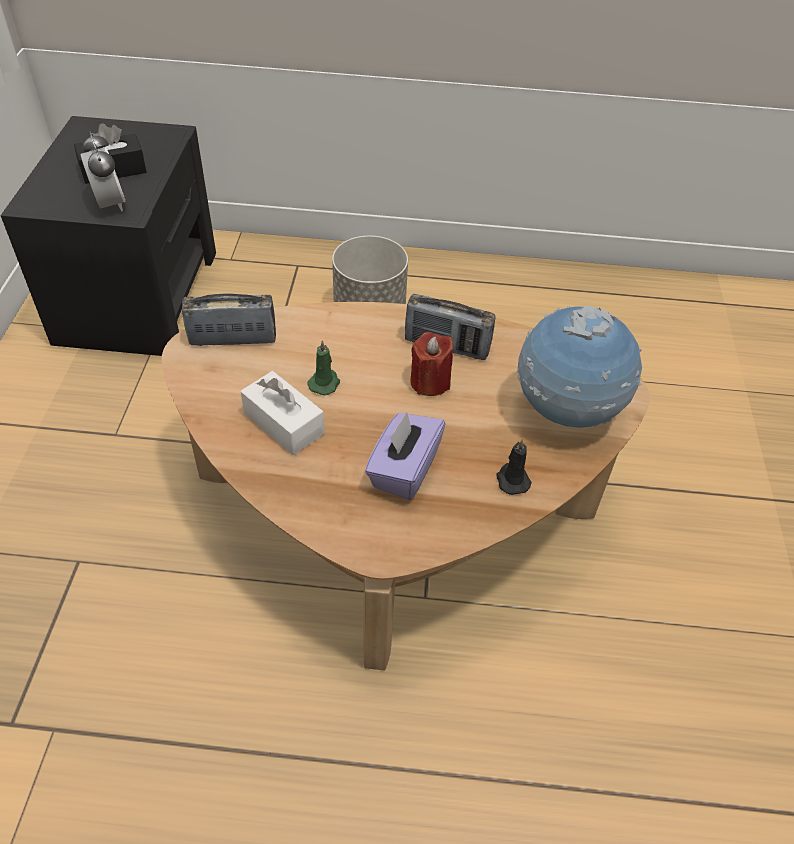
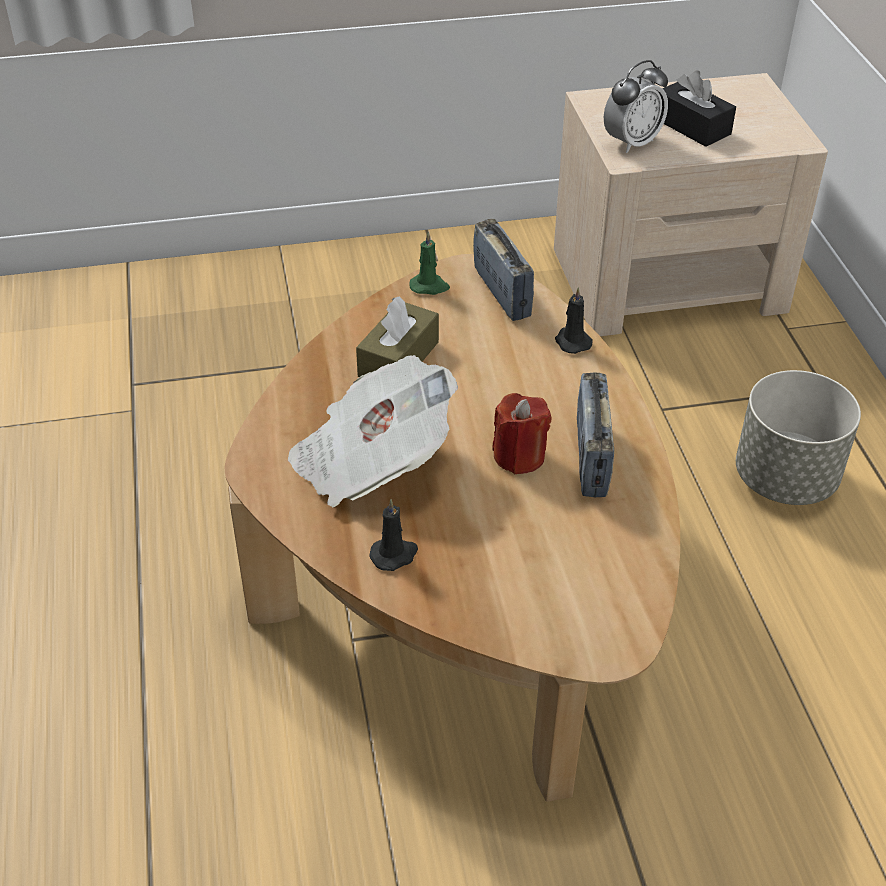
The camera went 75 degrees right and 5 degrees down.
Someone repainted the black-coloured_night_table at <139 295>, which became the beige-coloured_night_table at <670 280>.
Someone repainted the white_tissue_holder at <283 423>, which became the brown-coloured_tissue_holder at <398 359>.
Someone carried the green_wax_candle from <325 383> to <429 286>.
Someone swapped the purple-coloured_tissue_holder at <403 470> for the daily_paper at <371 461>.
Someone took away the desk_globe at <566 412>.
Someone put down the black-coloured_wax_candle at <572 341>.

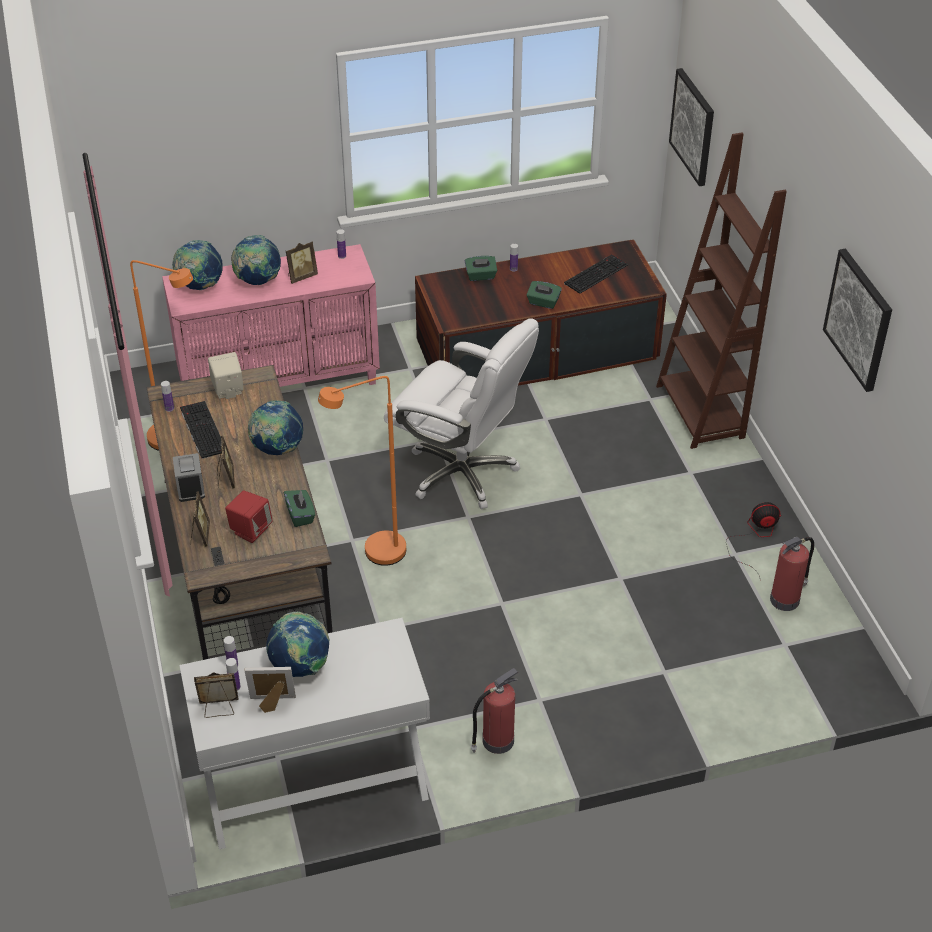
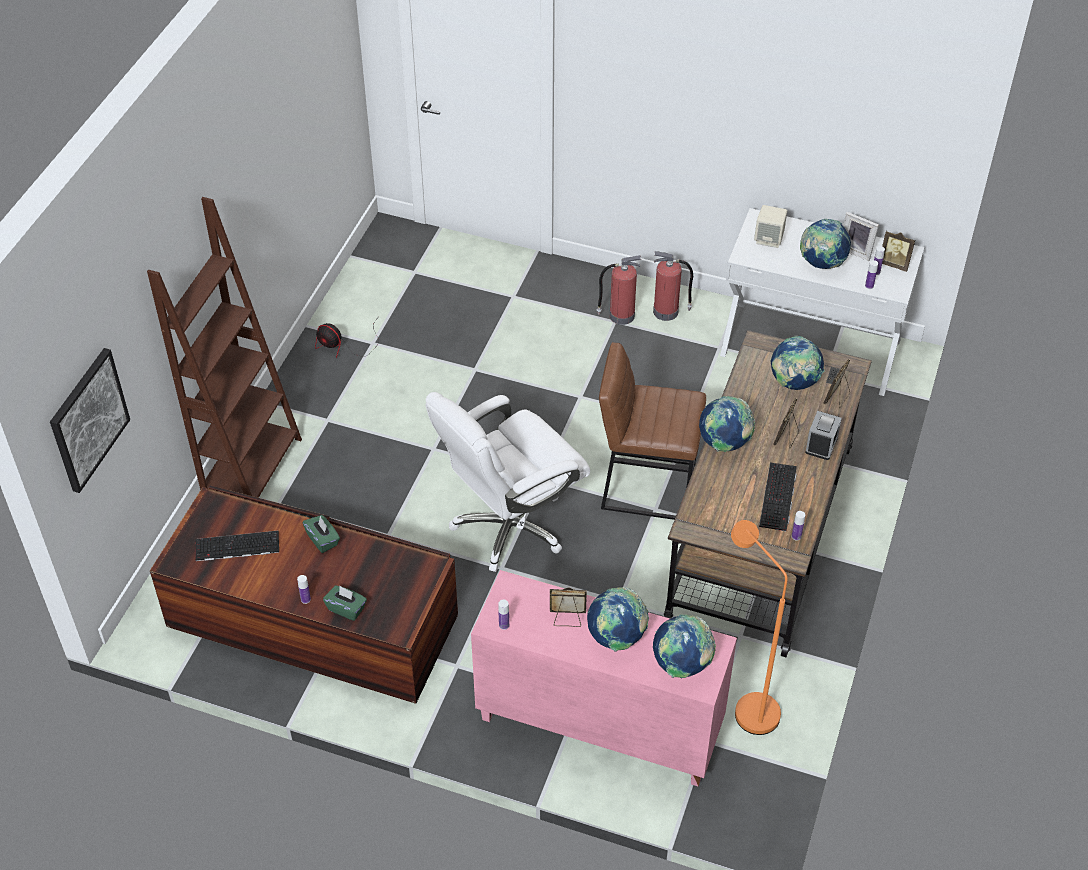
The camera went 145 degrees left and 5 degrees up.
Someone carried the beige-coloured_audio_speaker from <228 390> to <769 239>.
Someone swapped the red_audio_speaker at <251 530> for the desk_globe at <793 383>.
Someone took away the green_tissue_holder at <300 515>.
Someone swapped the orange_standing_lamp at <375 555> for the brown-coloured_upright_chair at <646 485>.
Someone rotated the white_computer_chair at <459 471> by 105 degrees counterclockwise.
Someone carried the fire_extinguisher from <786 599> to <620 315>.
Someone took away the wall_art at <859 319>.

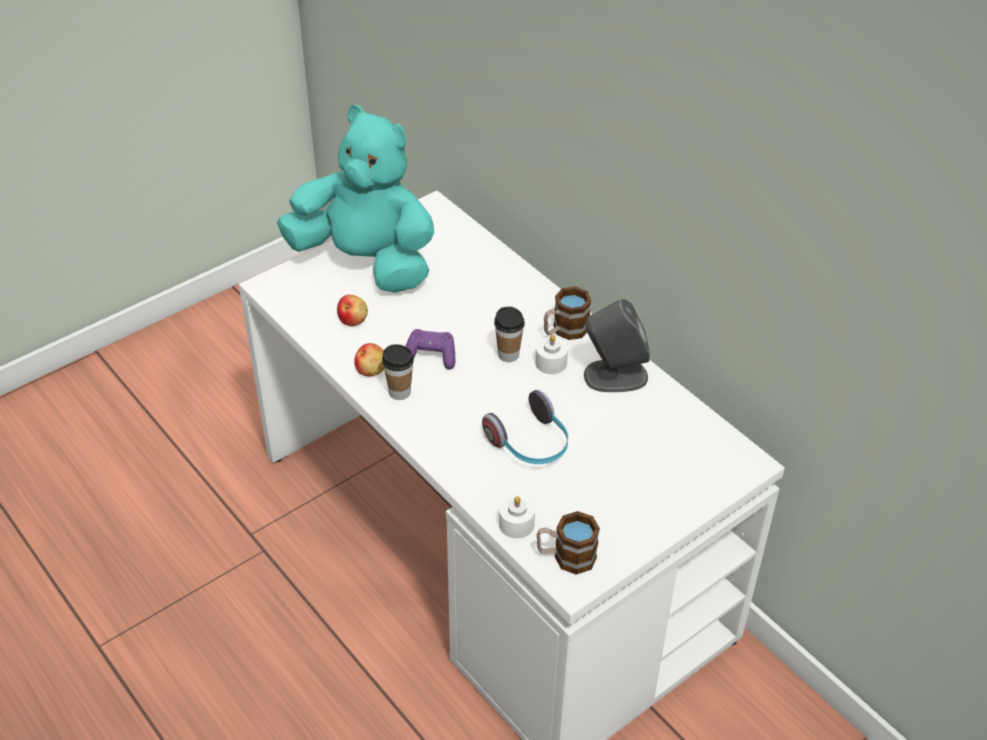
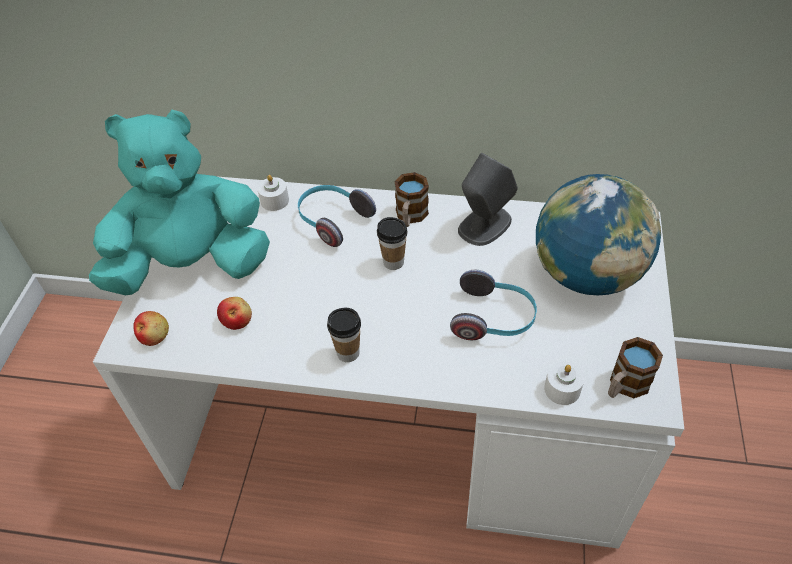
The camera went 40 degrees left and 5 degrees up.
Someone carried the apple_fruit from <371 370> to <155 336>.
Someone took away the purple-coloured_game_controller at <430 356>.
Someone carried the white_wax_candle from <551 363> to <274 200>.
Someone put down the headphones at <332 220>.
Someone put down the desk_globe at <586 274>.

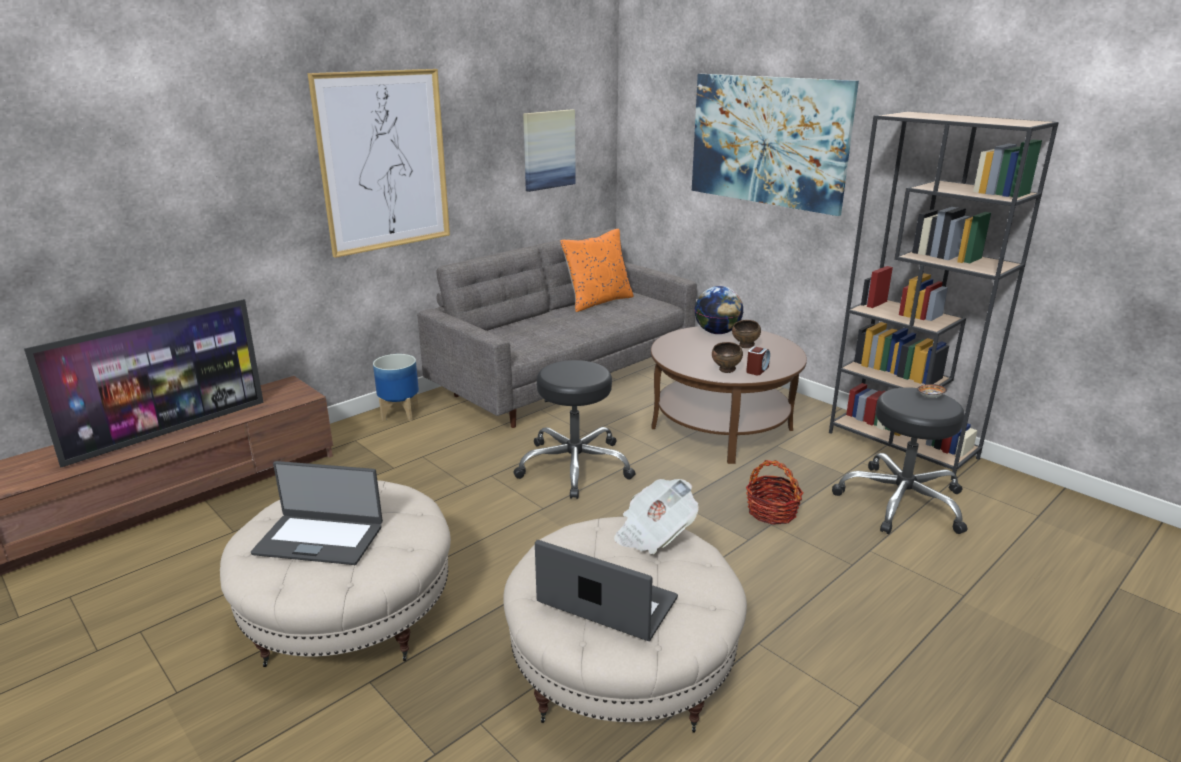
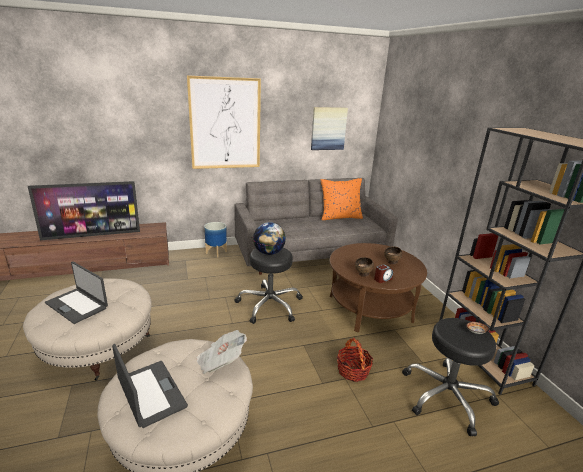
The camera went 25 degrees right and 0 degrees up.
Someone took away the wall_art at <767 141>.
Someone carried the desk_globe from <717 332> to <269 253>.

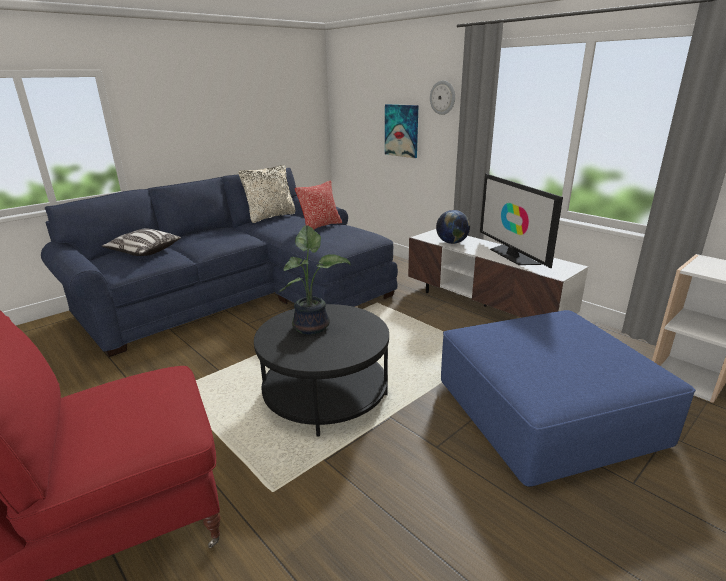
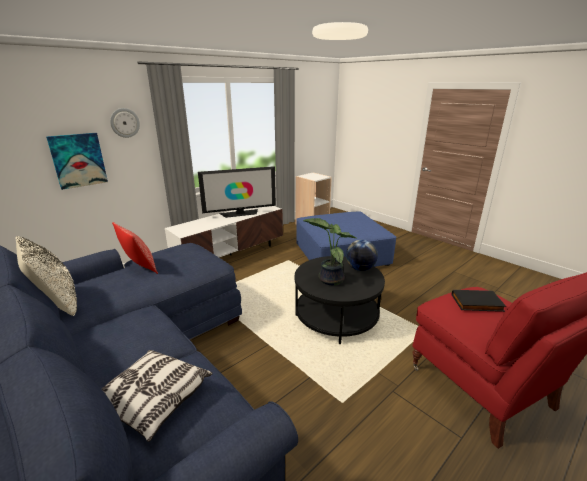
The camera went 90 degrees left and 0 degrees up.
Someone carried the desk_globe from <451 242> to <360 269>.
Someone put down the black-coloured_volume at <477 303>.

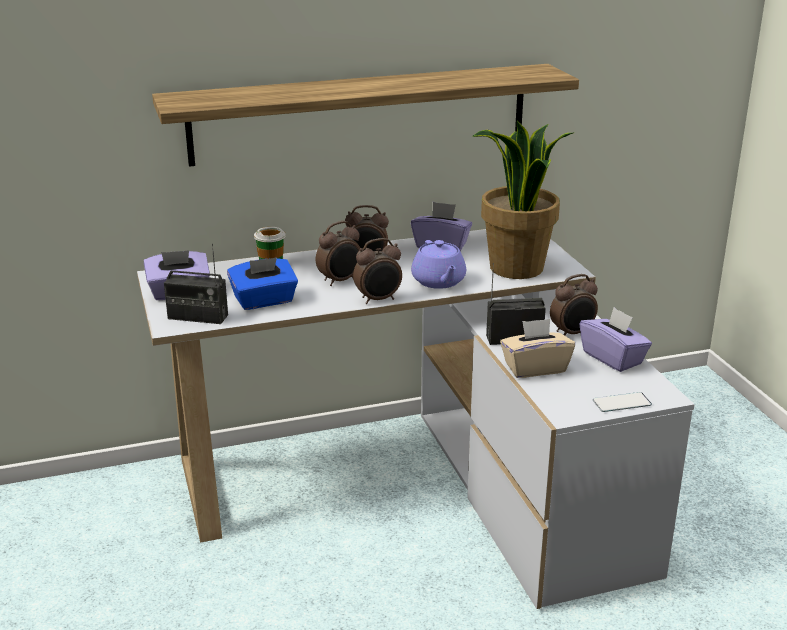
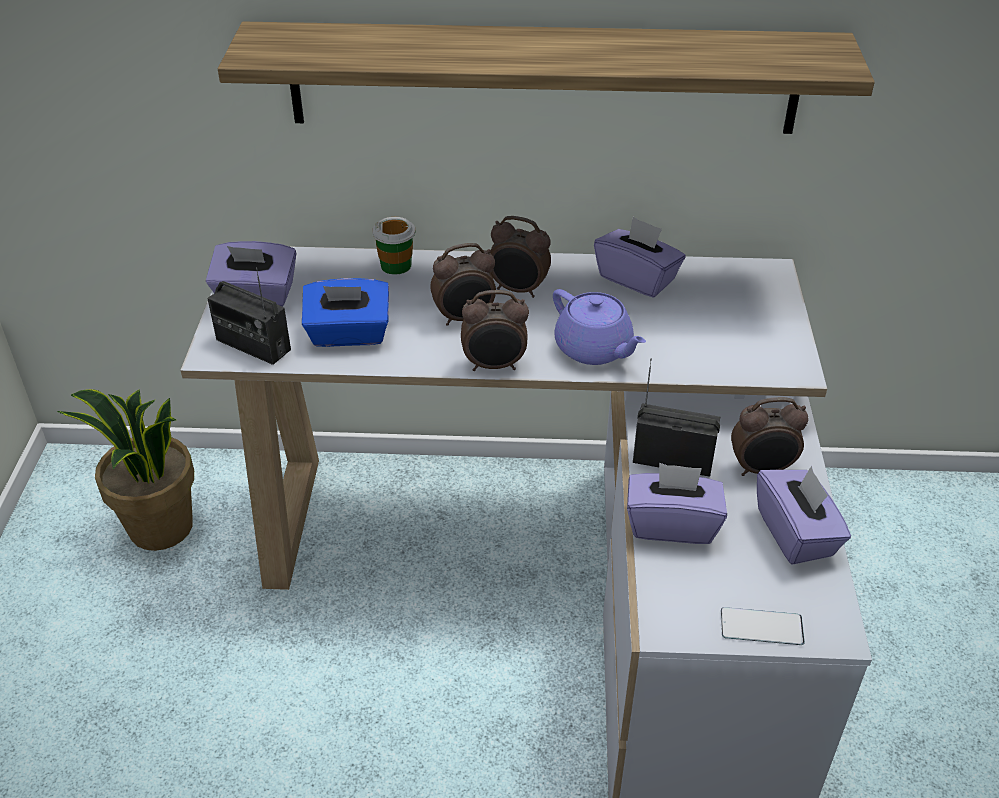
The camera went 20 degrees right and 15 degrees up.
Someone rotated the purple-coloured_pot_for_tea at <439 282> by 45 degrees counterclockwise.
Someone carried the potted_plant from <516 269> to <160 528>.
Someone repainted the beige-coloured_tissue_holder at <535 368>, which became the purple-coloured_tissue_holder at <672 524>.

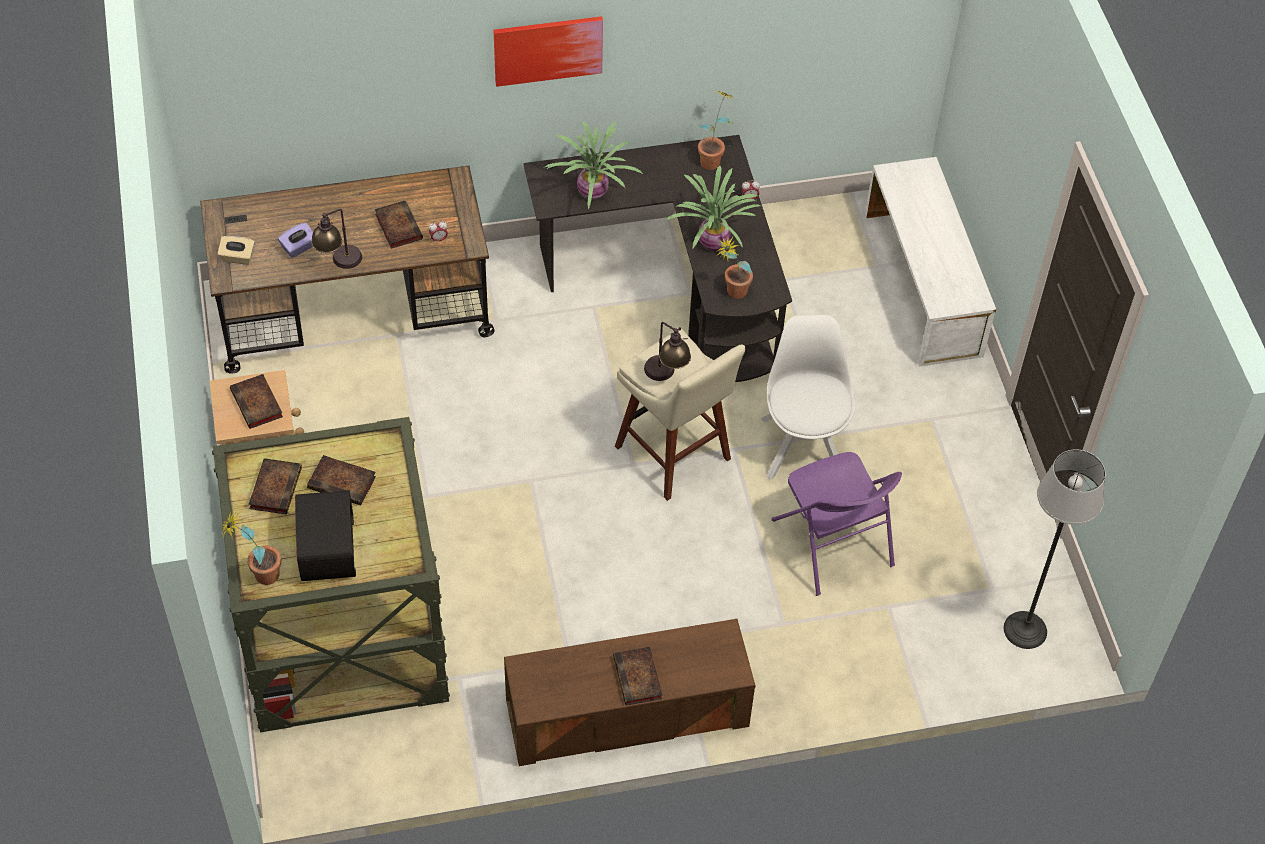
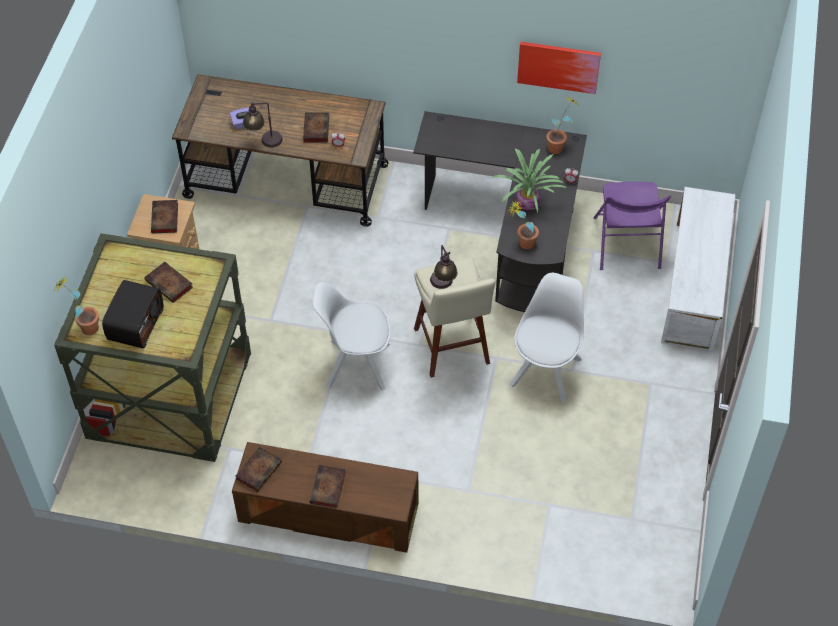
The camera went 25 degrees right and 0 degrees up.
Someone took away the beige-coloured_tissue_holder at <237 257>.
Someone carried the volume from <275 487> to <259 470>.
Someone carried the wall_art from <548 49> to <558 66>.
Someone took away the potted_plant at <591 193>.
Someone carried the purple-coloured_upright_chair from <832 543> to <626 243>.
Someone took away the standing_lamp at <1025 630>.
Someone put down the white_upright_chair at <356 364>.

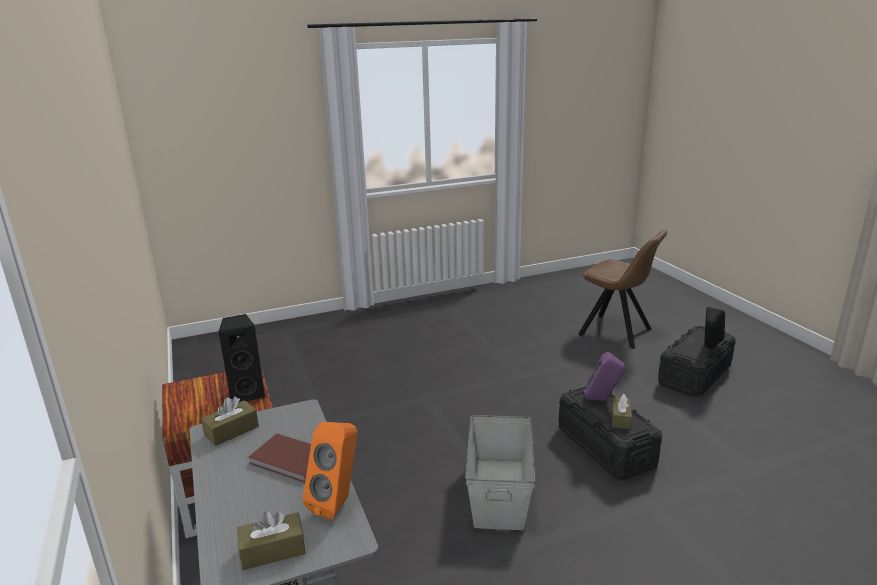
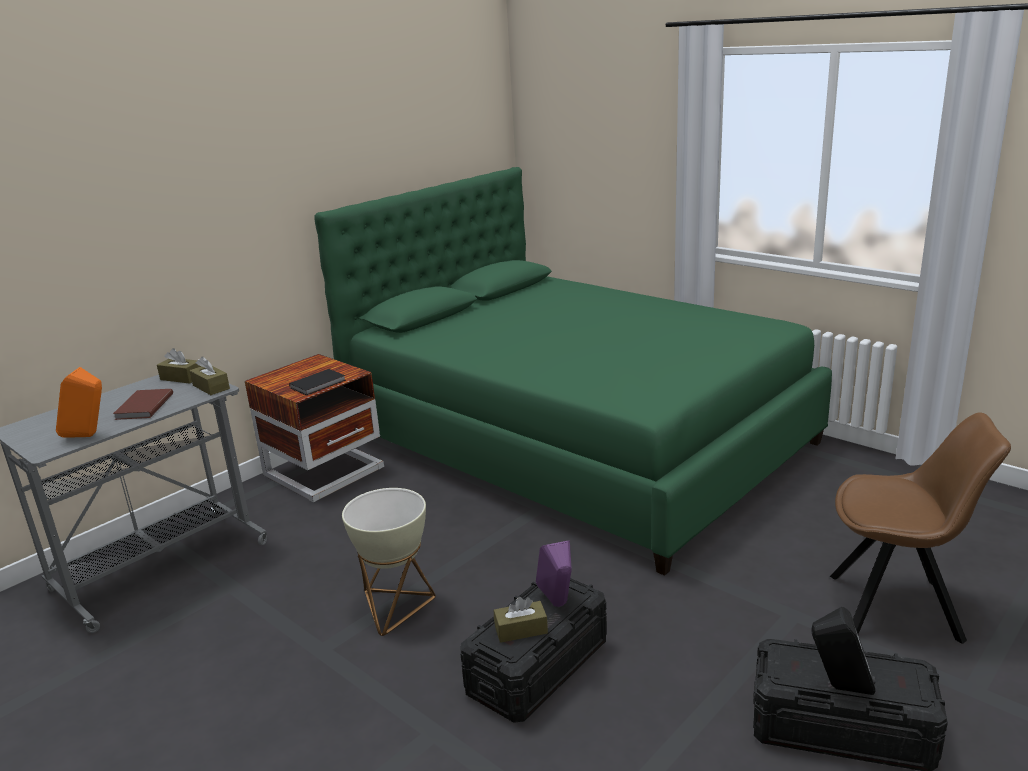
The camera went 65 degrees right and 0 degrees up.
Someone swapped the black-coloured_audio_speaker at <247 393> for the black-coloured_volume at <319 384>.
Someone carried the brown-coloured_tissue_holder from <273 550> to <211 387>.
Someone swapped the greyish_storage_container at <500 492> for the flower_pot at <397 607>.
Someone rotated the brown-coloured_upright_chair at <615 332> by 90 degrees counterclockwise.
Someone put down the green_bed at <575 440>.

